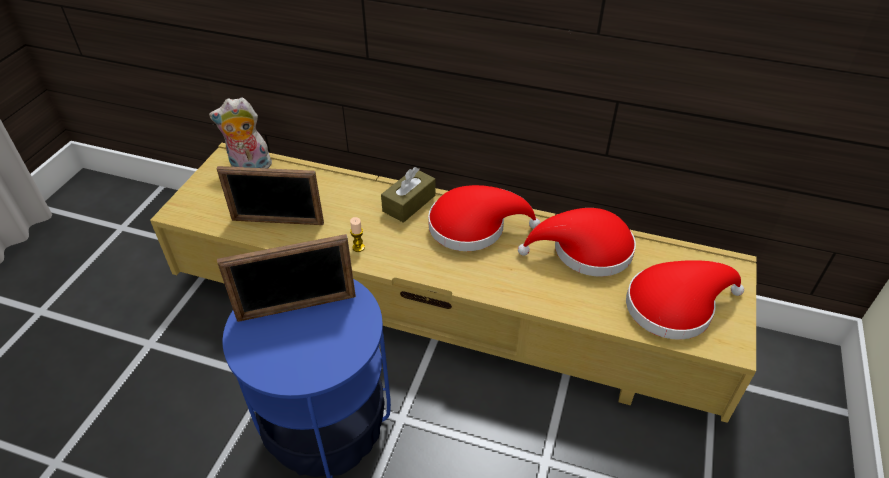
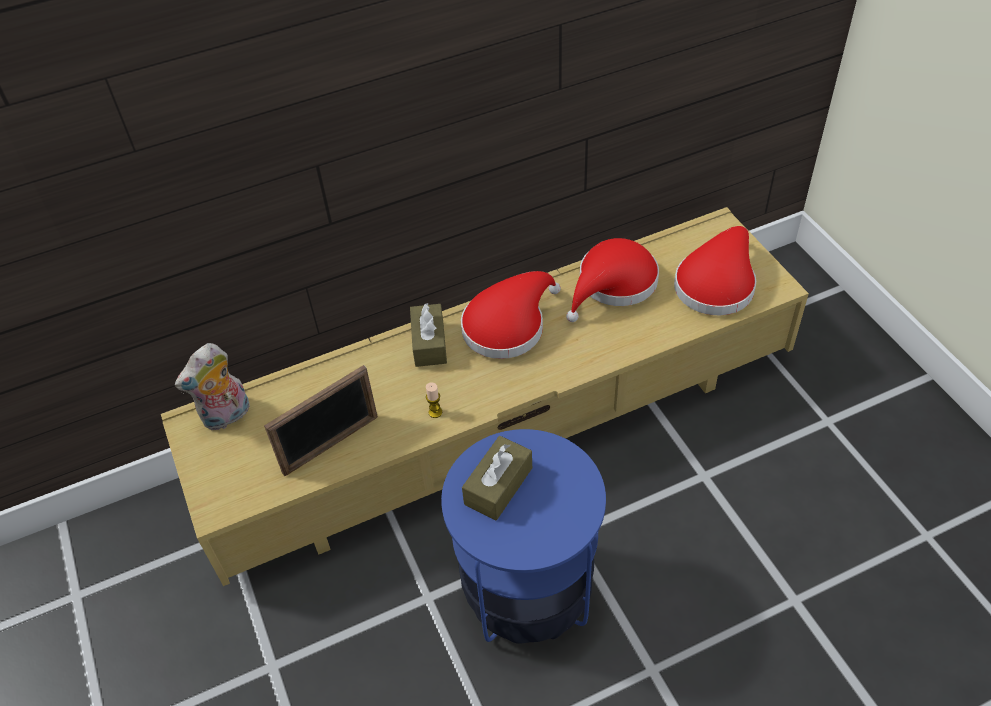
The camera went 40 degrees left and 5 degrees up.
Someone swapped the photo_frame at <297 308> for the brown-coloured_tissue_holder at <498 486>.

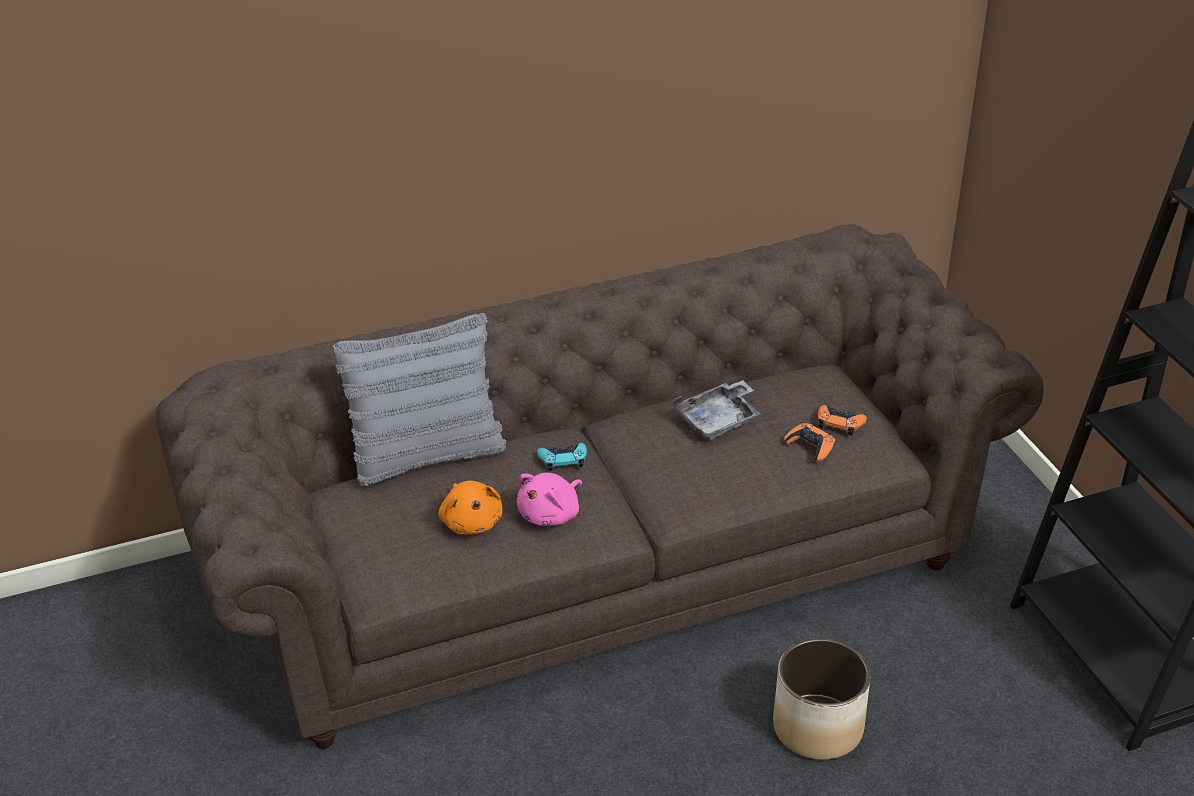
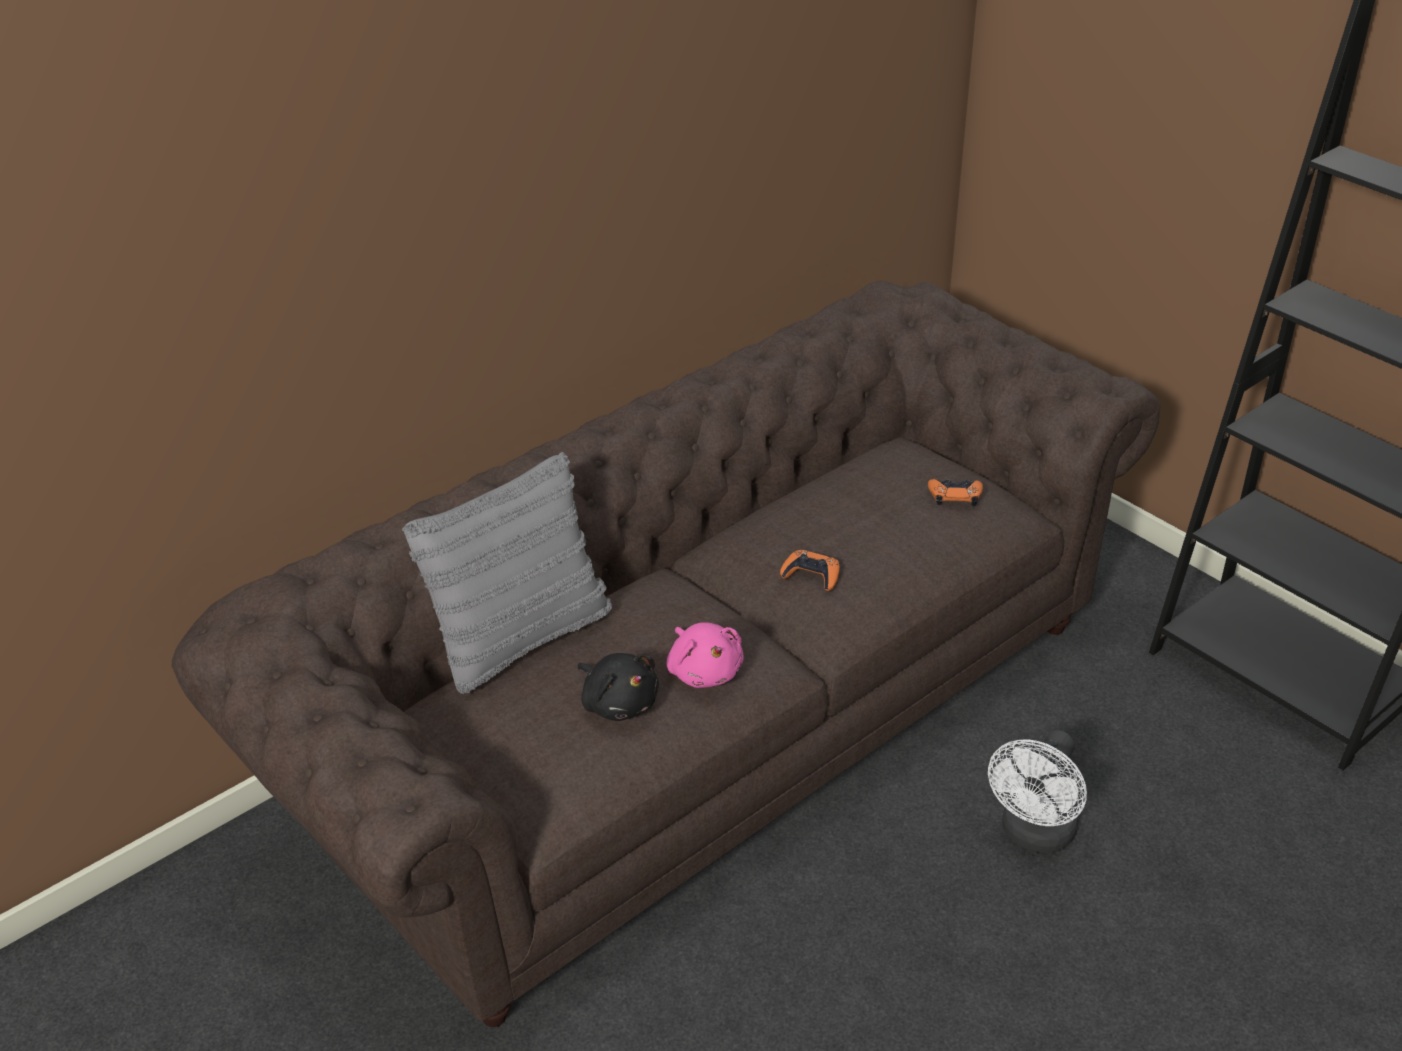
The camera went 20 degrees left and 0 degrees up.
Someone repainted the orange_soft_toy at <471 521>, which became the black-coloured_soft_toy at <618 703>.
Someone rotated the pinkish_soft_toy at <551 514> by 45 degrees counterclockwise.
Someone took away the turquoise_game_controller at <563 459>.
Someone took away the greyish_tray at <719 420>.
Someone swapped the flower_pot at <818 727> for the white_electric_fan at <1034 835>.
Someone carried the orange_game_controller from <810 446> to <811 575>.

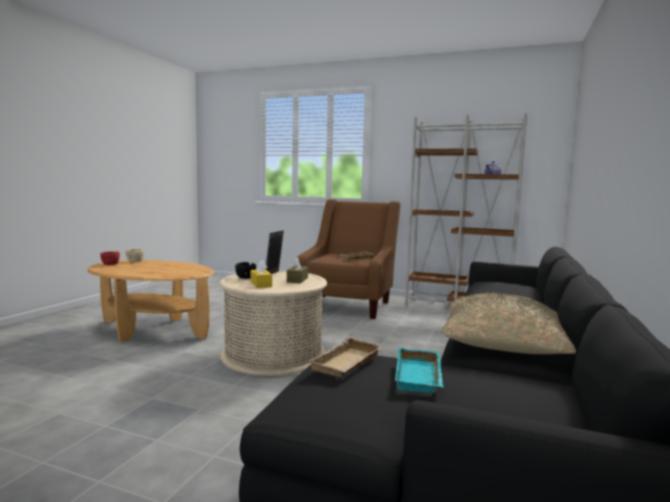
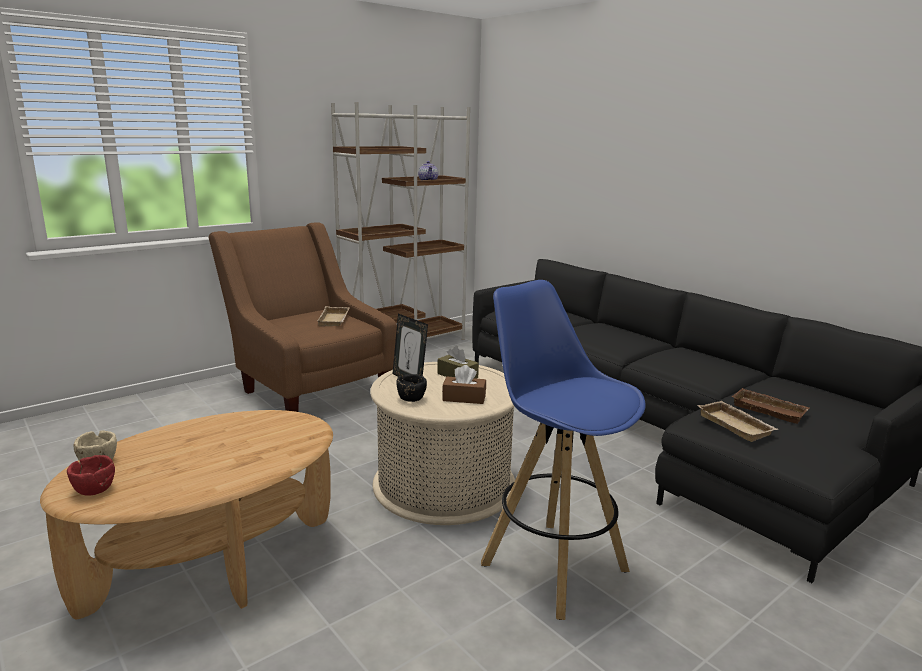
The camera went 60 degrees left and 10 degrees up.
Someone repainted the yellowish_tissue_holder at <261 284>, which became the brown-coloured_tissue_holder at <464 398>.
Someone repainted the turquoise_tray at <420 376>, which became the brown-coloured_tray at <770 410>.
Someone took away the beige-coloured_throw_pillow at <502 342>.
Someone put down the blue_stool at <552 564>.

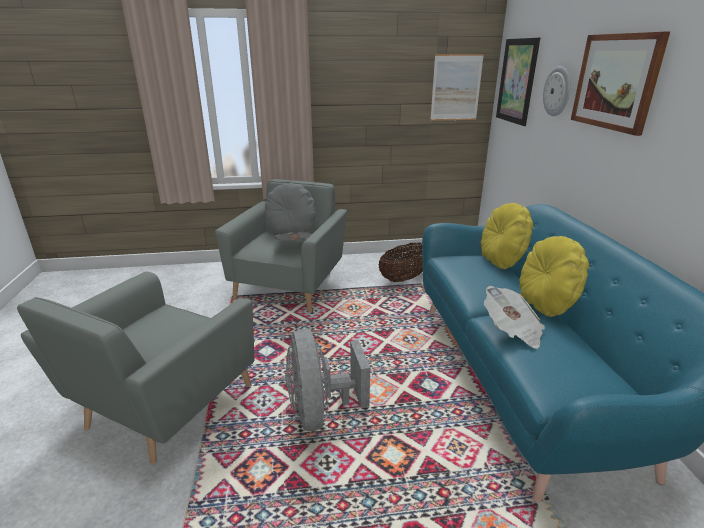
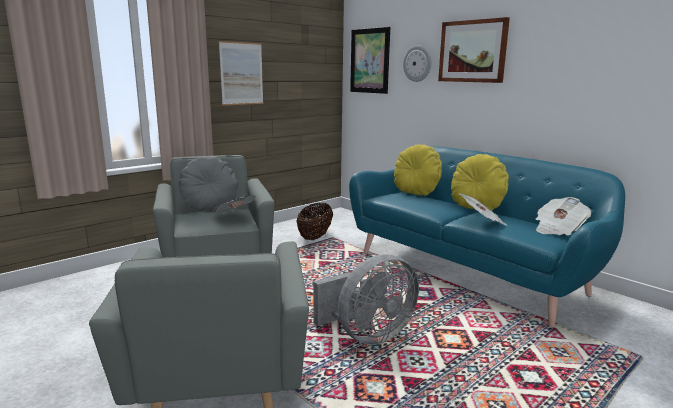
The camera went 35 degrees left and 10 degrees down.
Someone rotated the greyish_electric_fan at <320 411> by 75 degrees counterclockwise.
Someone carried the wall_art from <456 88> to <241 73>.
Someone put down the daily_paper at <558 229>.

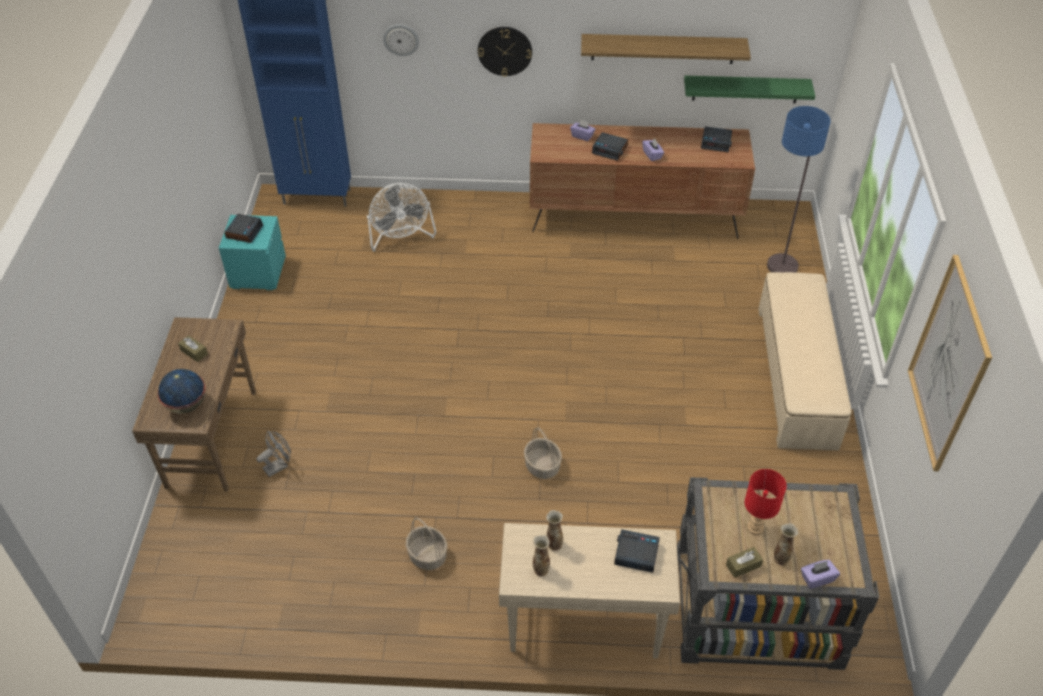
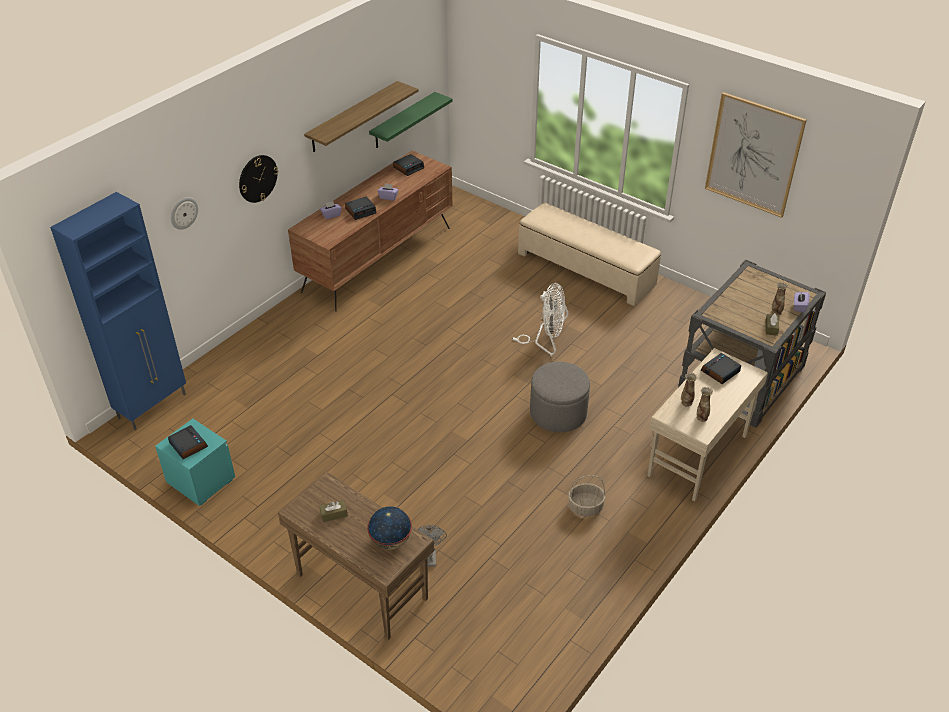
The camera went 55 degrees left and 5 degrees down.
Someone carried the white_electric_fan from <398 236> to <546 337>.
Someone swapped the household_basket at <543 466> for the greyish_footrest at <558 413>.
Someone took away the red_lamp_for_a_table at <755 527>.
Someone took away the blue_standing_lamp at <776 270>.

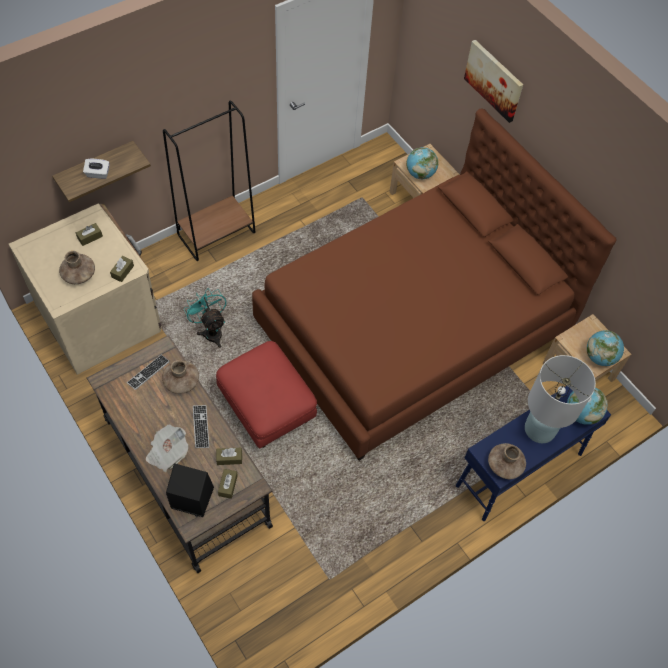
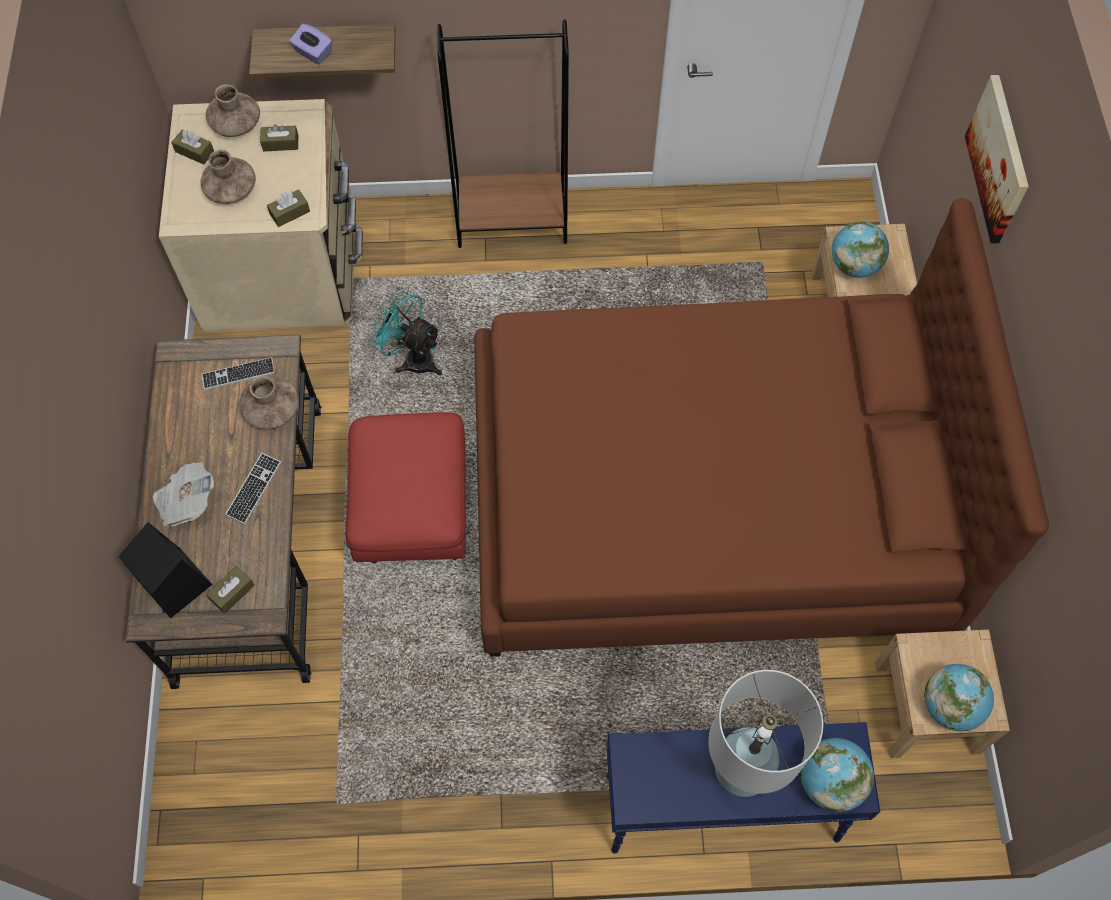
The camera went 35 degrees right and 5 degrees up.
Someone repainted the white_tissue_holder at <98 174>, which became the purple-coloured_tissue_holder at <313 53>.
Someone rotated the turquoise_electric_fan at <211 331> by 60 degrees counterclockwise.
Someone carried the brown-coloured_tissue_holder from <229 458> to <194 152>.
Someone carried the brown-coloured_decorative_vase from <505 465> to <236 124>.

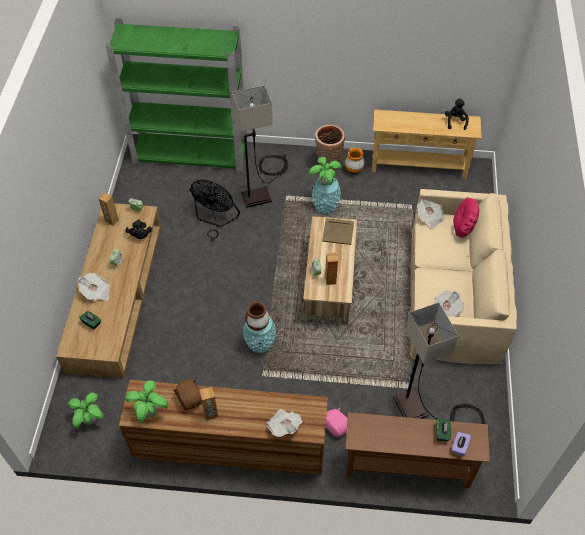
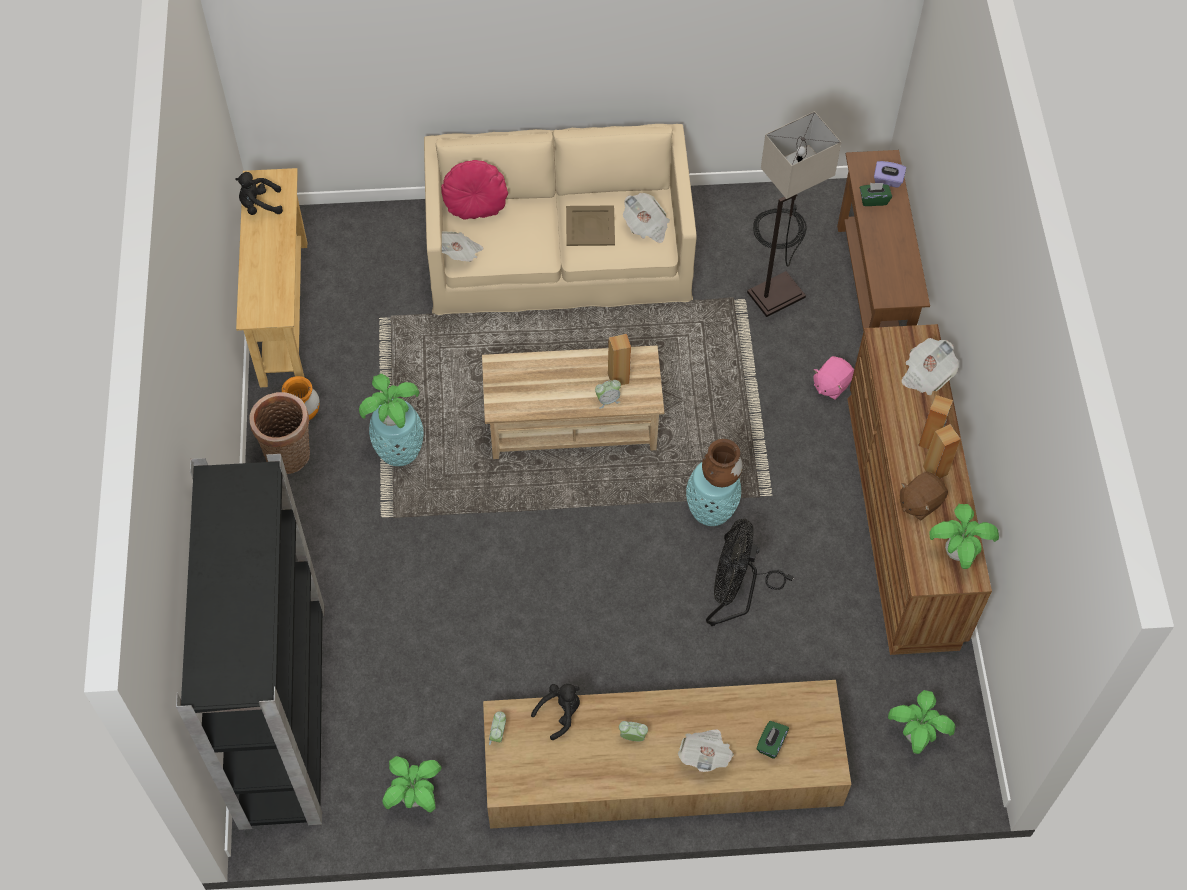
The camera went 100 degrees left and 5 degrees up.
Someone carried the brown-coloured_audio_speaker from <112 220> to <929 441>.
Someone repainted the green_bookshelf at <190 153>, which became the black-coloured_bookshelf at <283 713>.
Someone carried the black-coloured_electric_fan from <213 219> to <739 586>.
Someone took away the standing_lamp at <266 180>.
Someone carried the beige-coloured_tray from <338 232> to <590 226>.
Someone put down the potted_plant at <414 797>.

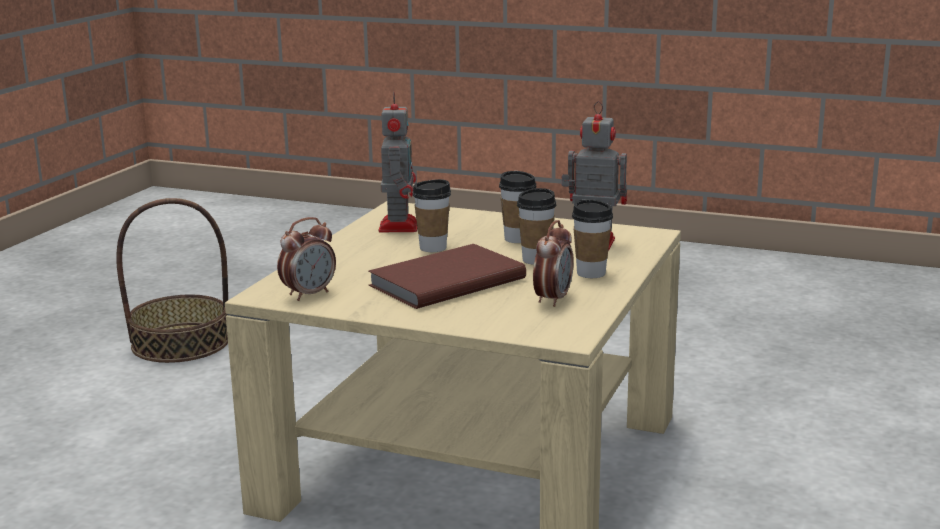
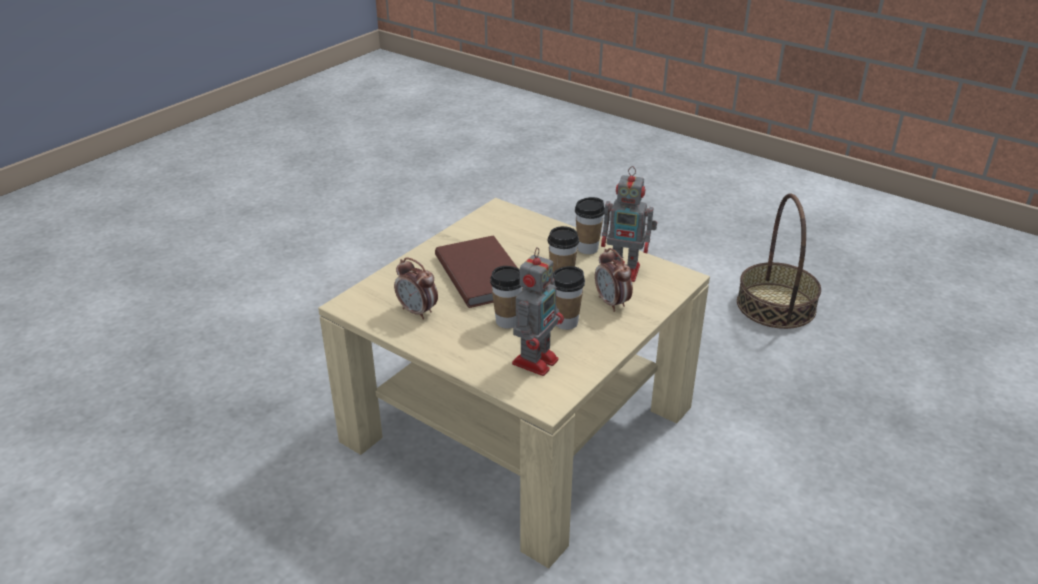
The camera went 105 degrees right and 15 degrees up.
Someone carried the bedside_clock from <309 294> to <612 303>.
Someone carried the small_cup from <591 273> to <587 248>.

